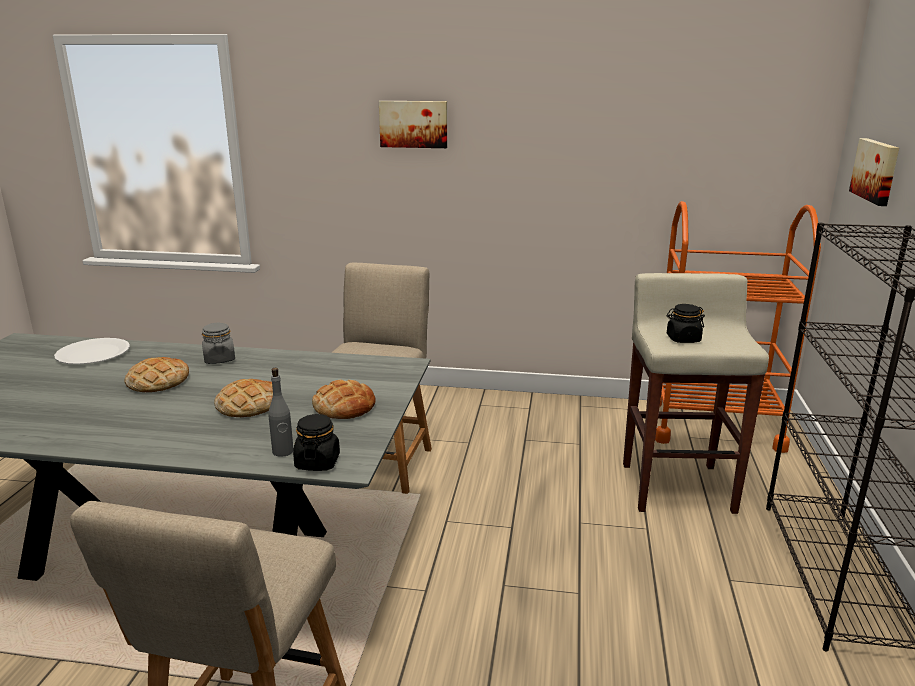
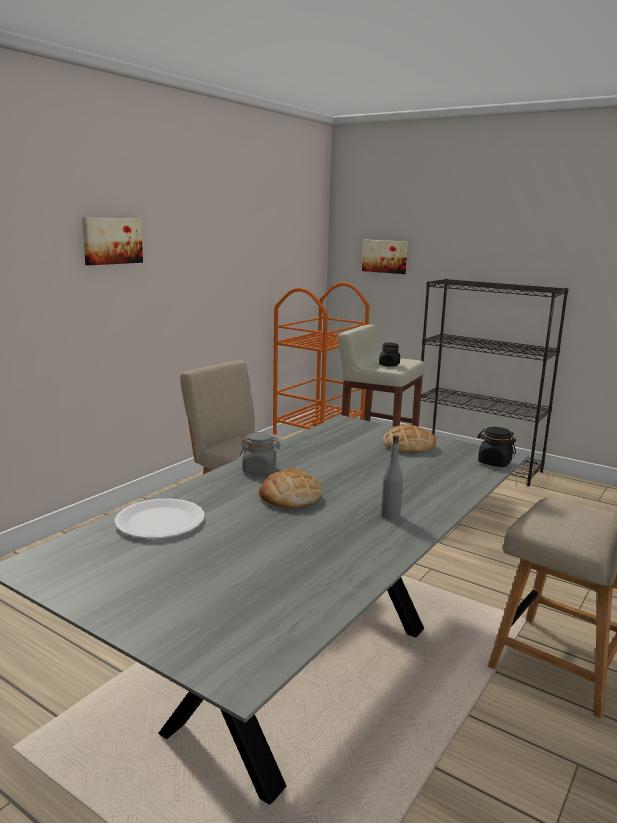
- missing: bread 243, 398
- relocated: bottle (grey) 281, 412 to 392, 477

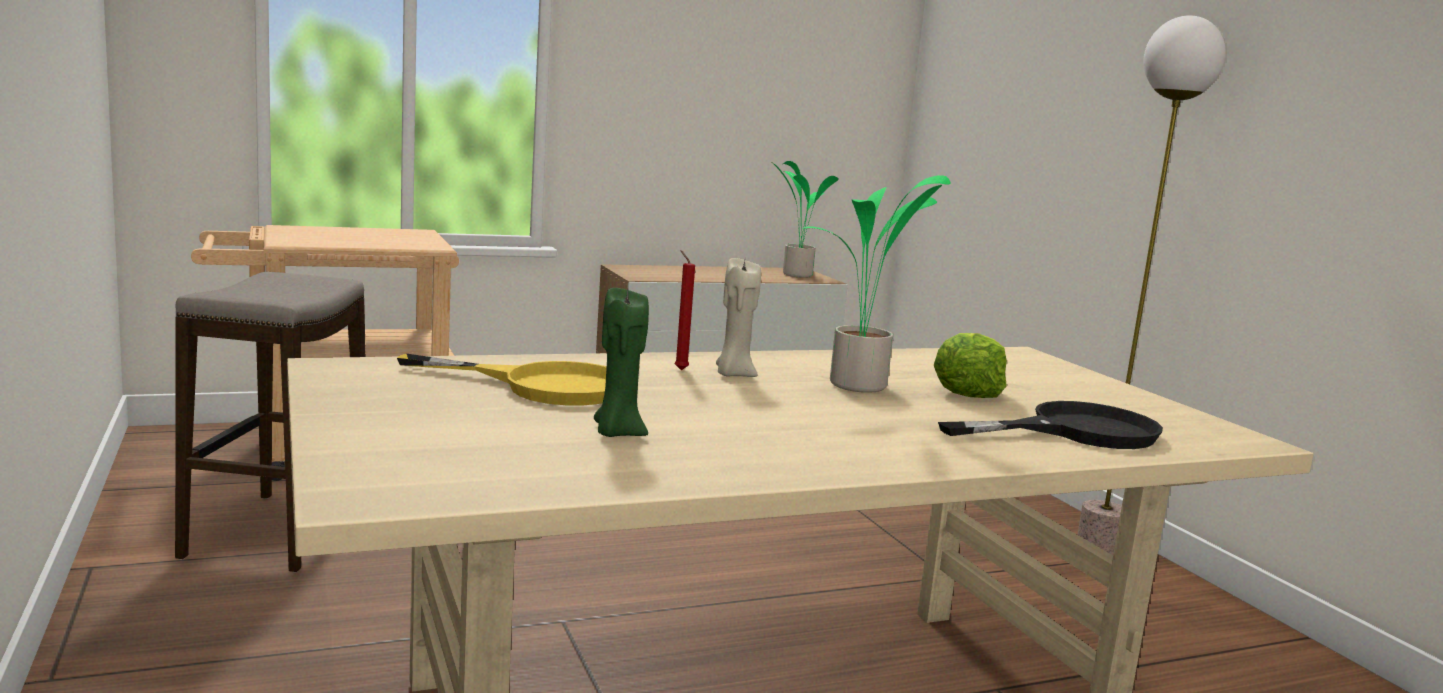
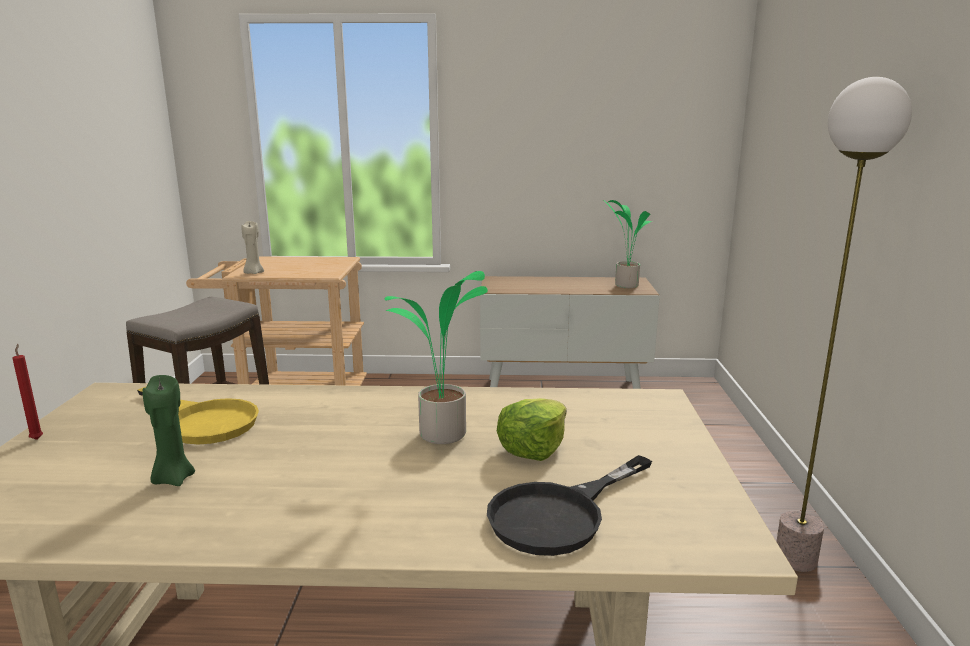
- relocated: candle (red) 685, 310 to 27, 392
- relocated: candle (beige) 738, 317 to 252, 247
- spun: frying pan (black) 1050, 425 = 569, 505 135 degrees clockwise

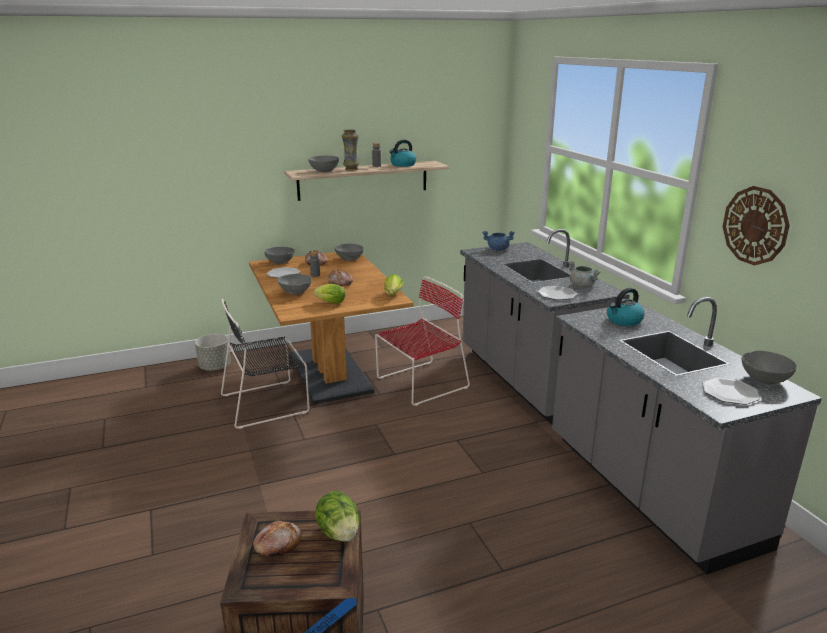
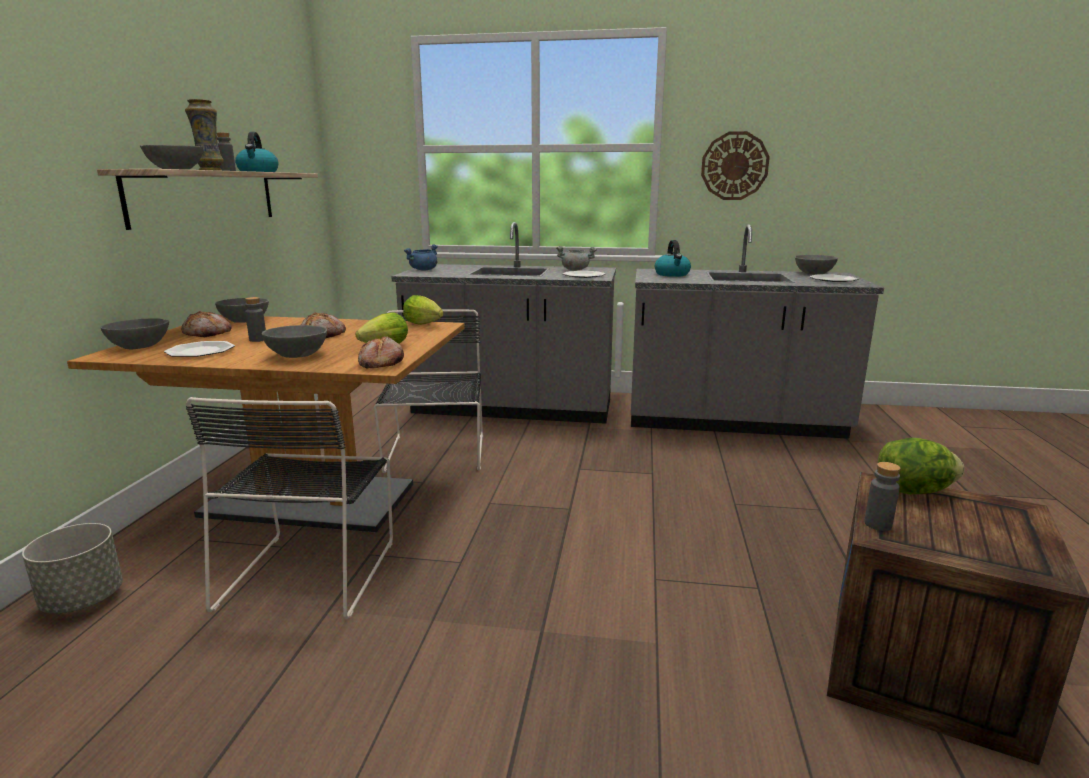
- relocated: bread 277, 539 to 381, 352
- colour: chair (red) 422, 341 to chair (black) 428, 391
- appeared: bottle (grey) 882, 496

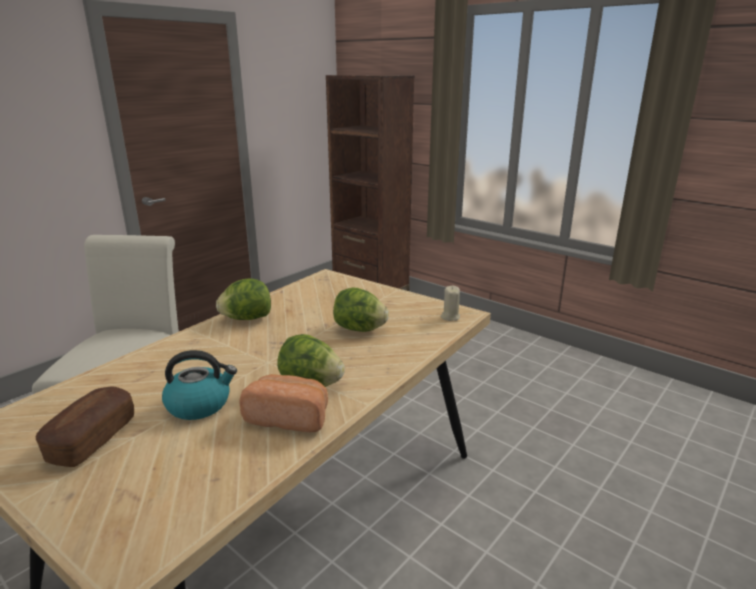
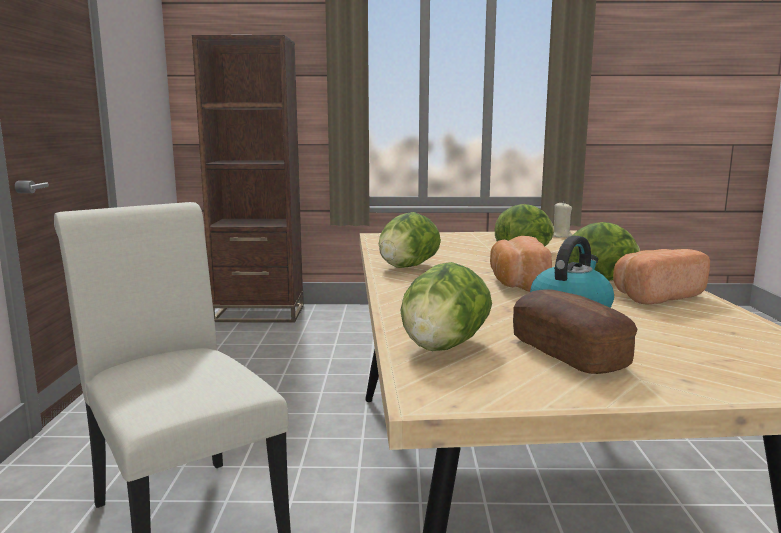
- appeared: lettuce 446, 306
- appeared: bread 521, 264

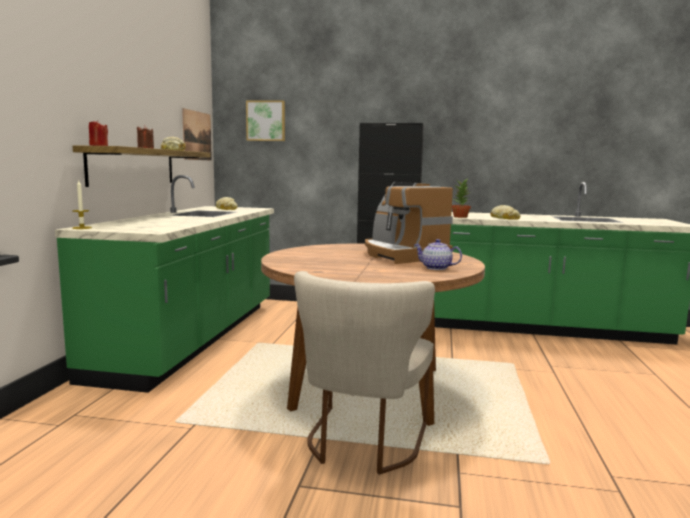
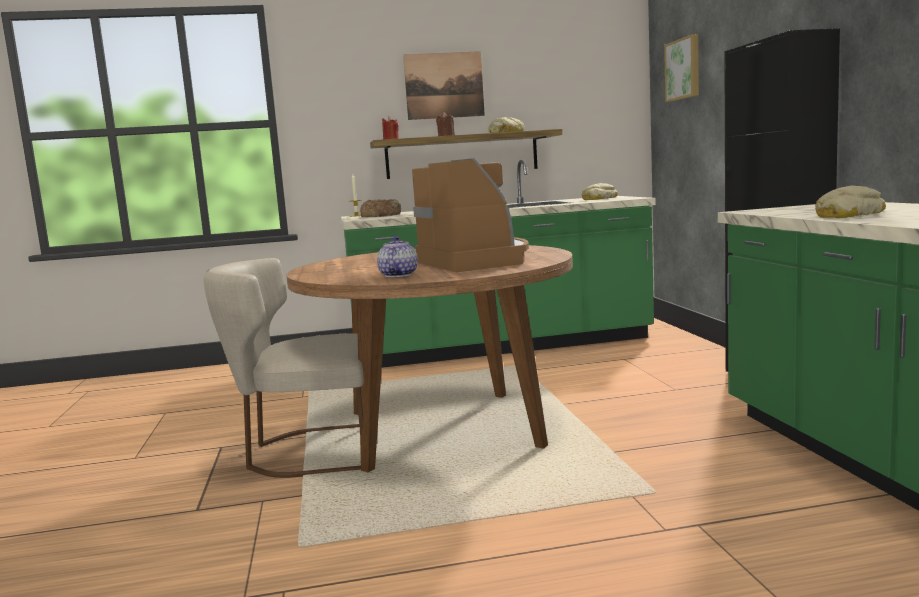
- relocated: picture 197, 134 to 444, 85
- spun: coffee machine 409, 223 = 470, 215 120 degrees clockwise
- missing: potted plant 461, 198
- appeared: bread 380, 208

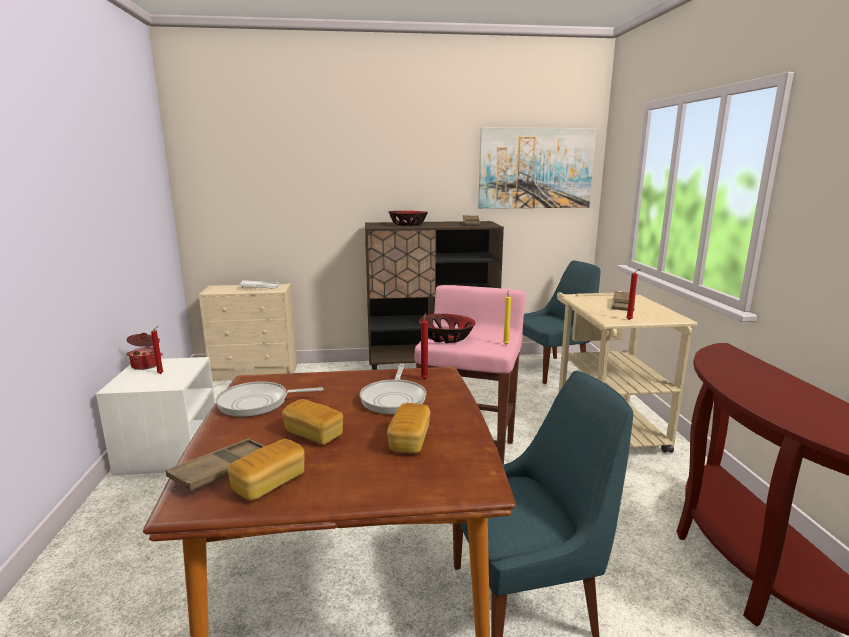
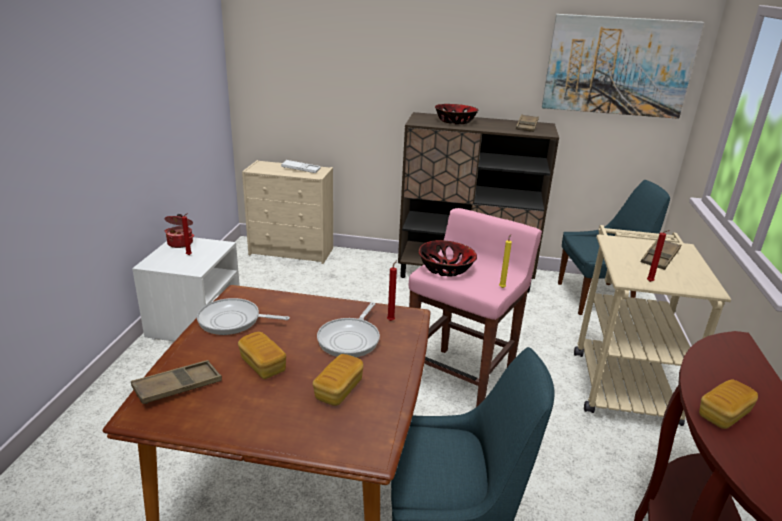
- relocated: bread 266, 469 to 728, 404

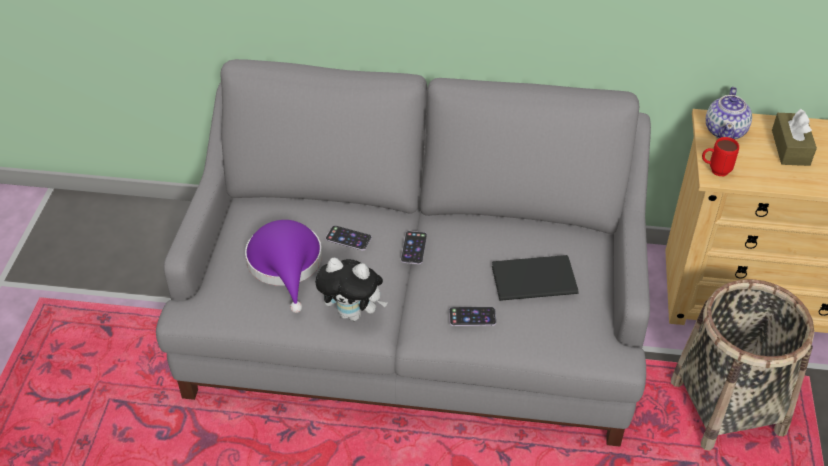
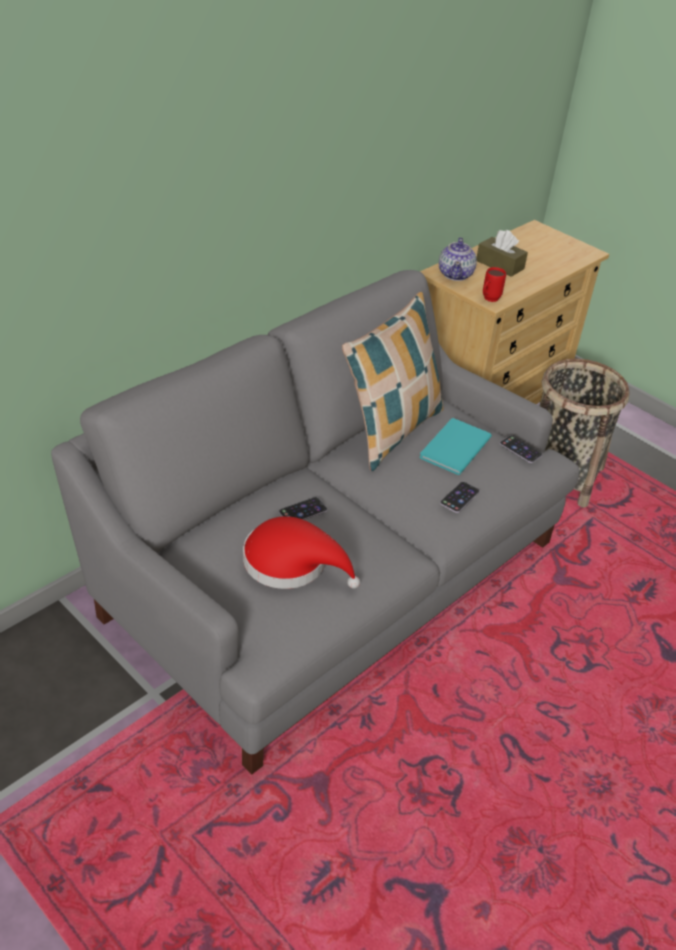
- colour: hat (purple) 283, 266 to hat (red) 301, 552
- missing: plush toy 351, 289
- relocated: phone 414, 247 to 521, 449
- colour: book (black) 535, 278 to book (turquoise) 455, 446
- spun: teapot 729, 113 = 458, 259 45 degrees clockwise
- appeared: pillow 392, 381

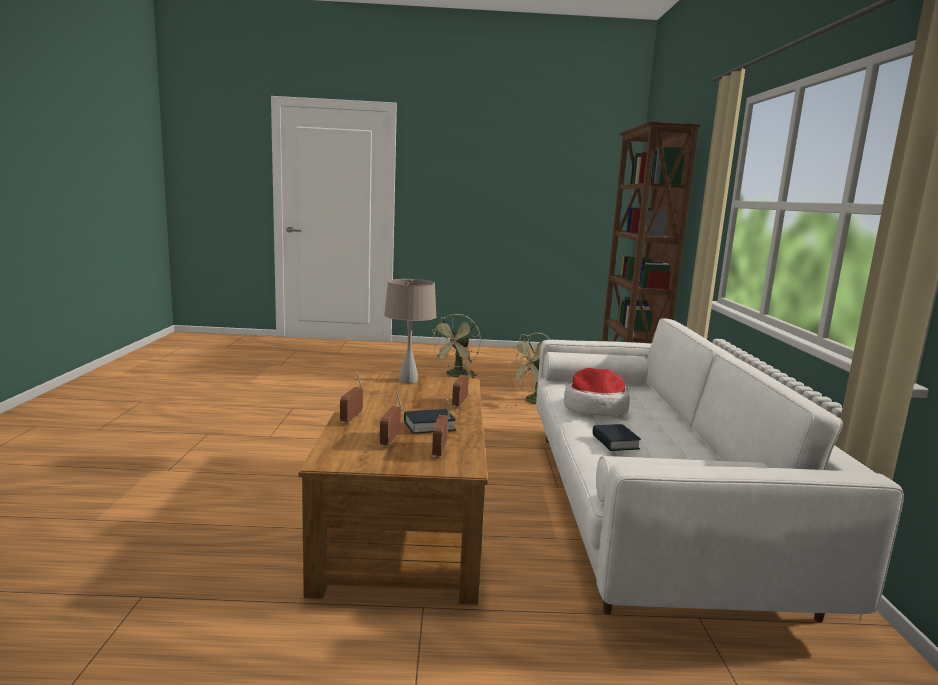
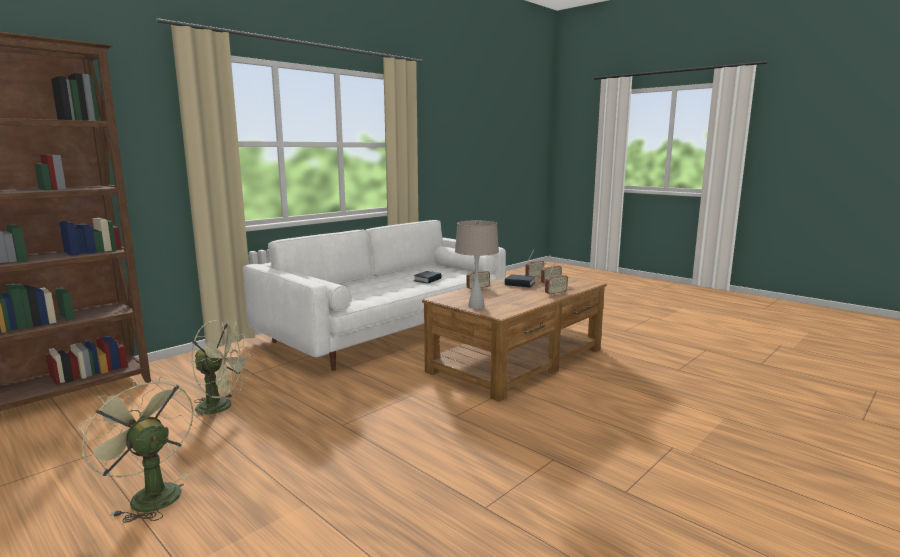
- spun: fan (green) 455, 346 = 136, 449 120 degrees counterclockwise
- missing: hat 597, 392

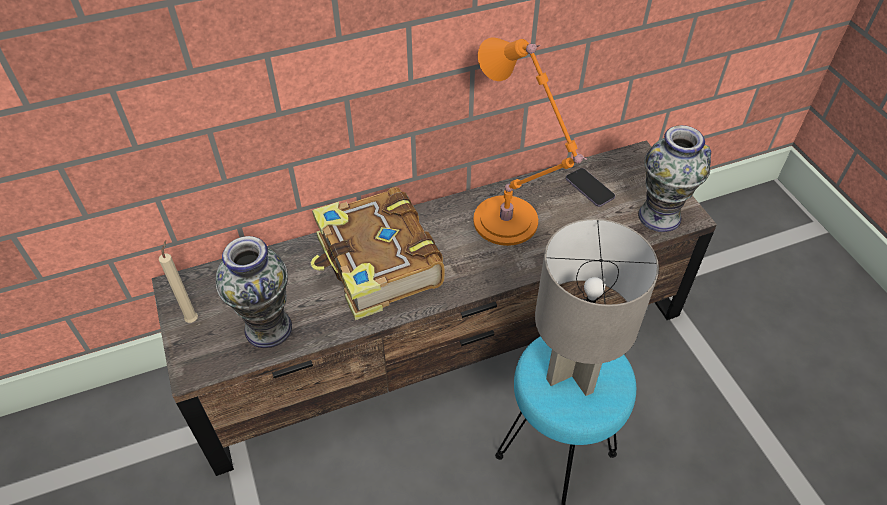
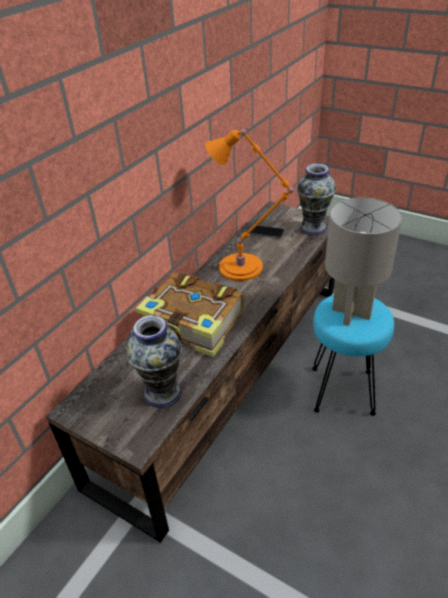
- missing: candle (beige) 178, 281

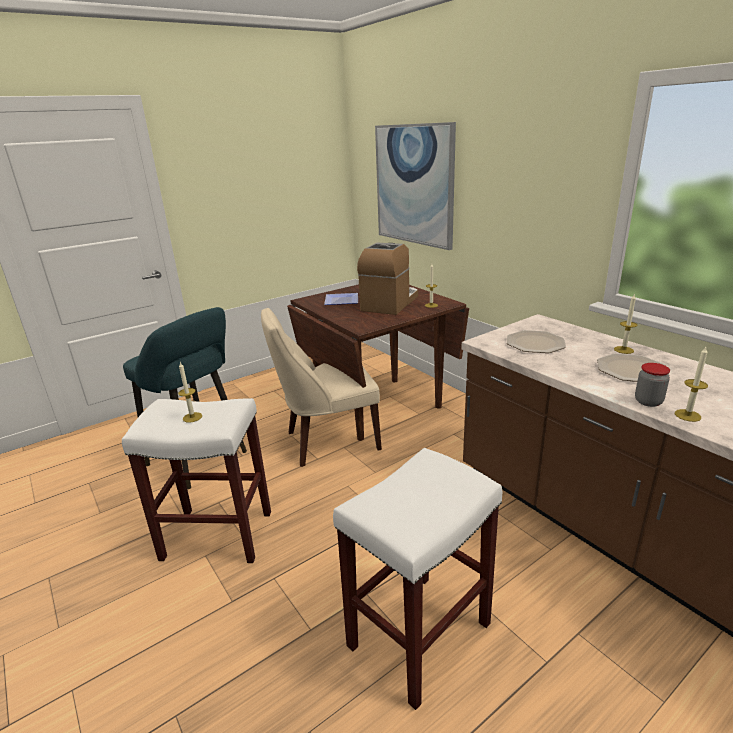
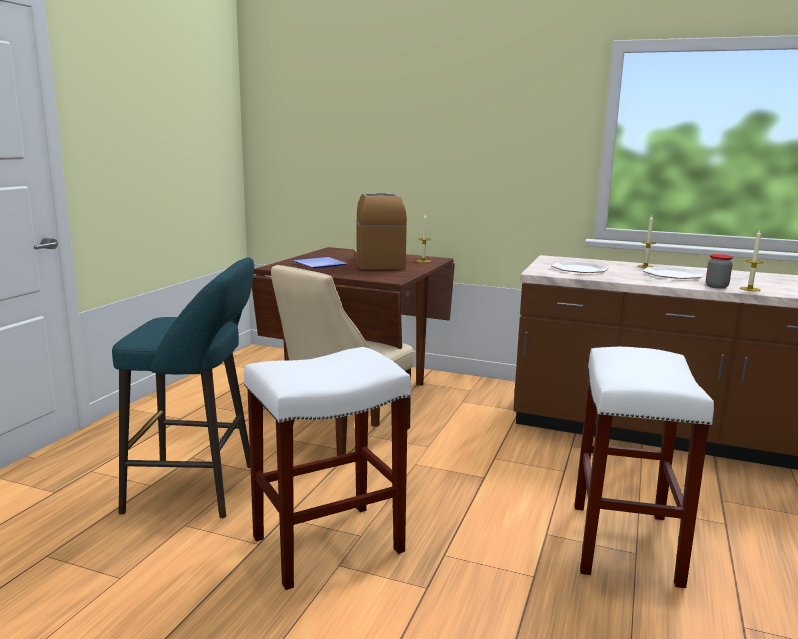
- missing: candle 190, 392
- missing: picture 415, 186

